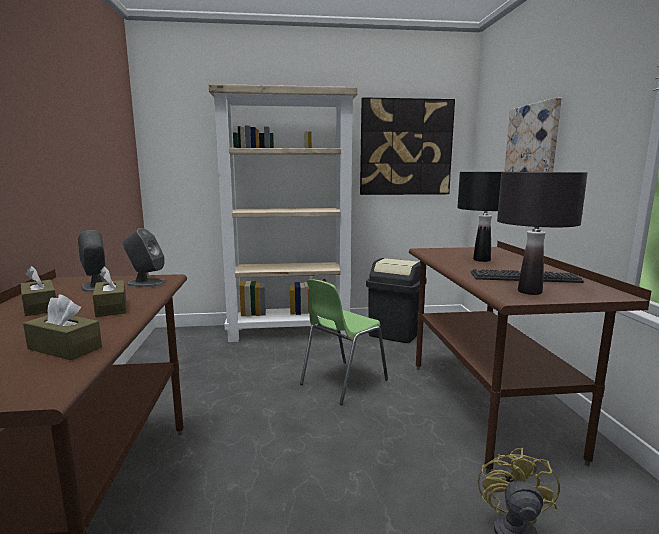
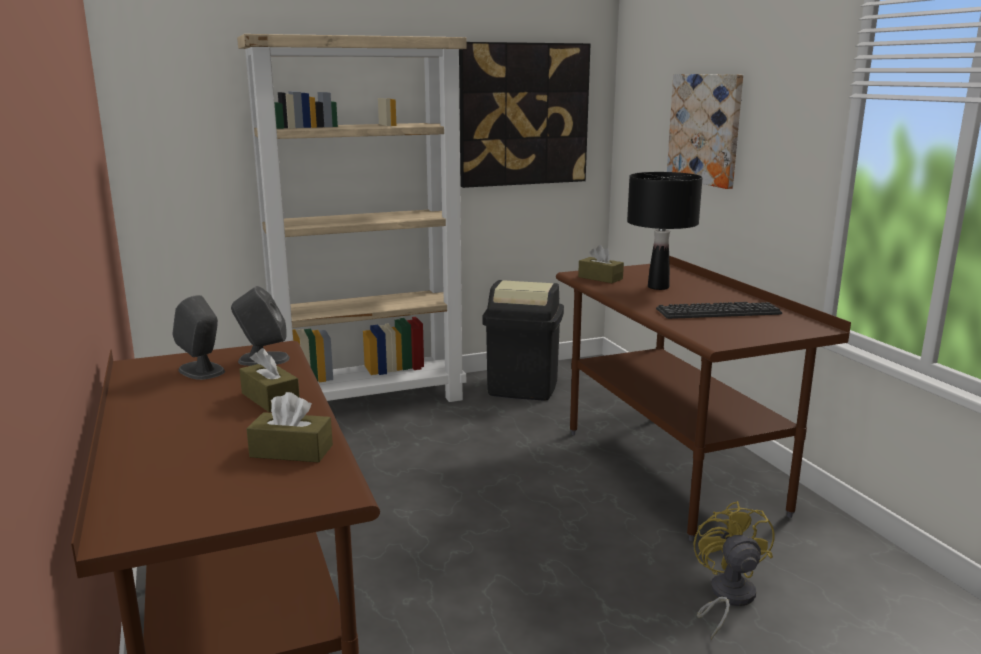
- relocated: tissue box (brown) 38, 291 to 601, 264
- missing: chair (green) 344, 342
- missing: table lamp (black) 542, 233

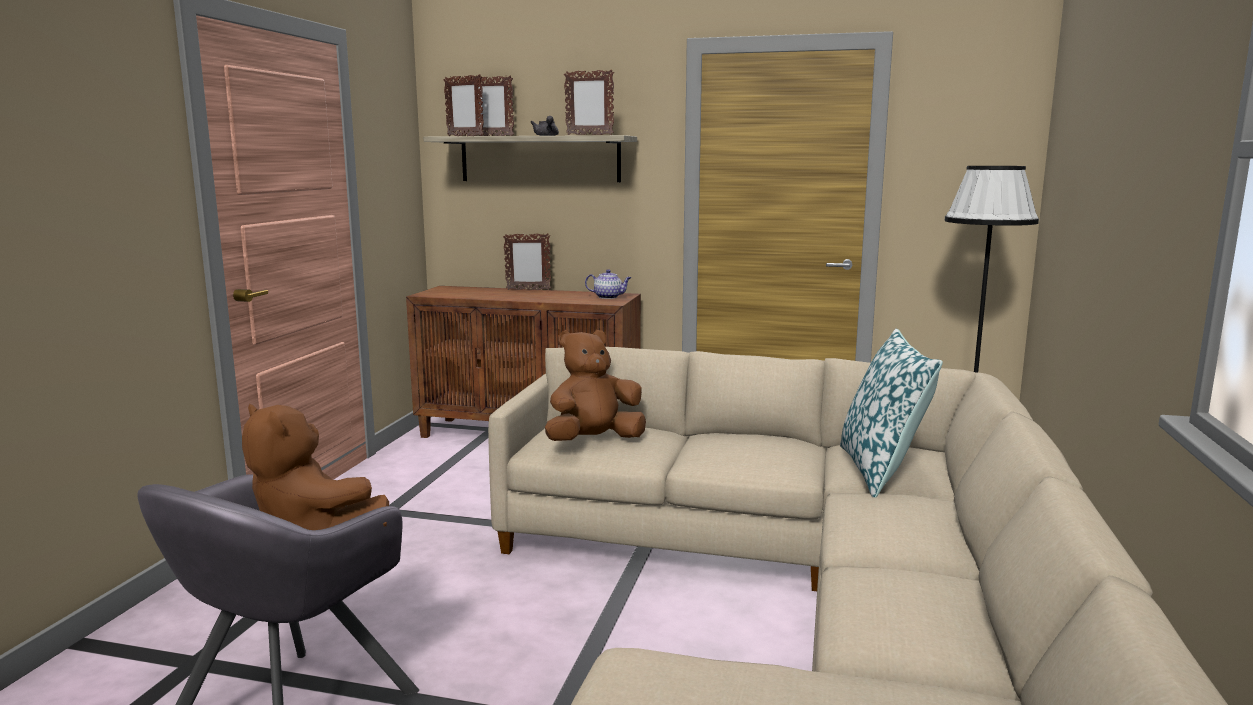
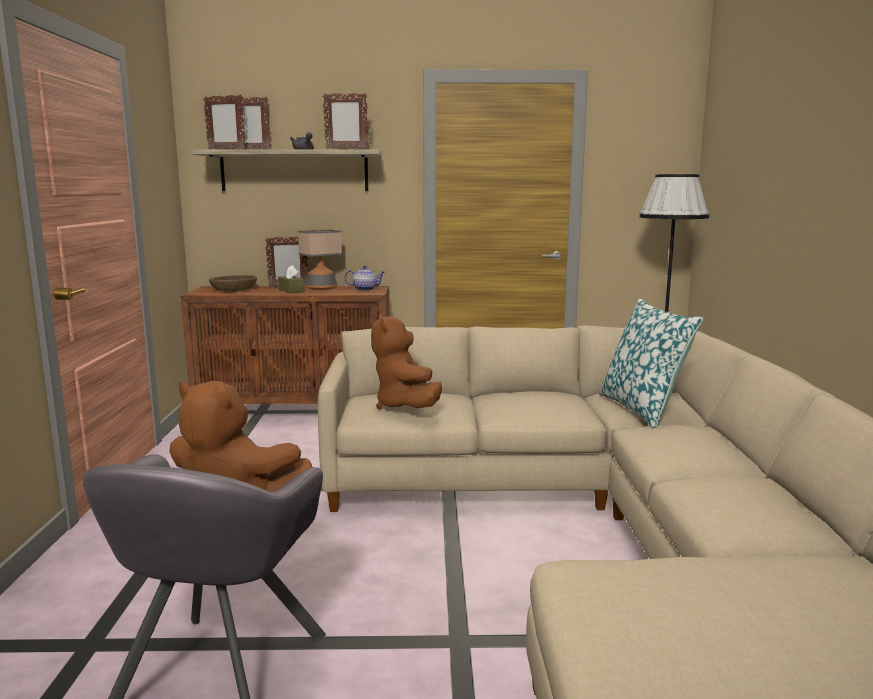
- spun: plush toy (brown) 595, 385 = 406, 361 60 degrees counterclockwise
- appeared: bowl (brown) 233, 283
- appeared: tissue box (brown) 291, 279
- appeared: table lamp 320, 259

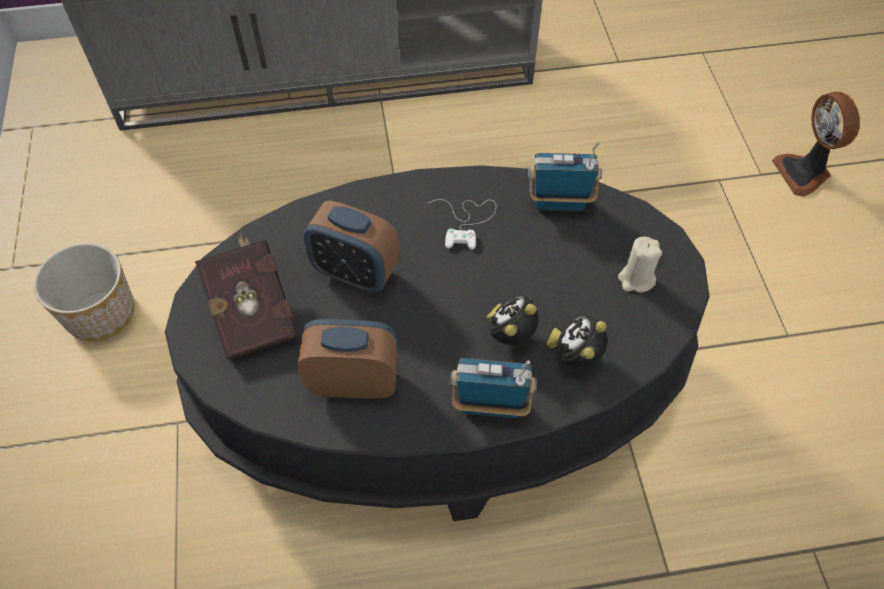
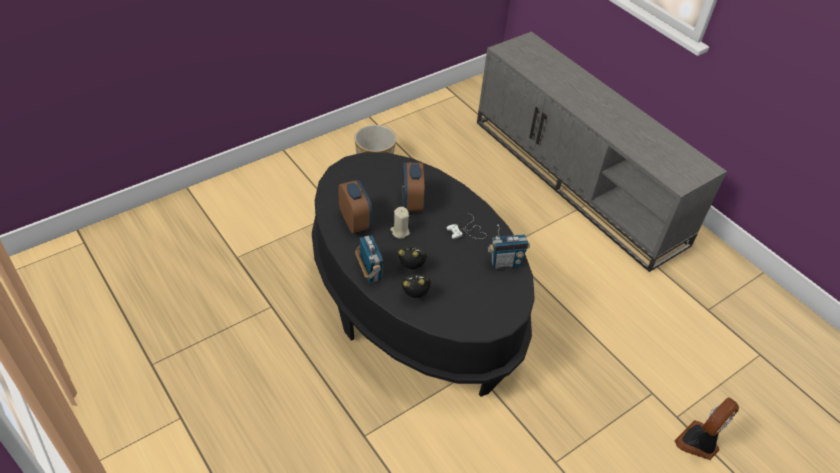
- missing: book (red) 246, 296
- spun: radio 565, 176 = 509, 246 105 degrees clockwise
- relocated: candle (beige) 640, 265 to 400, 223

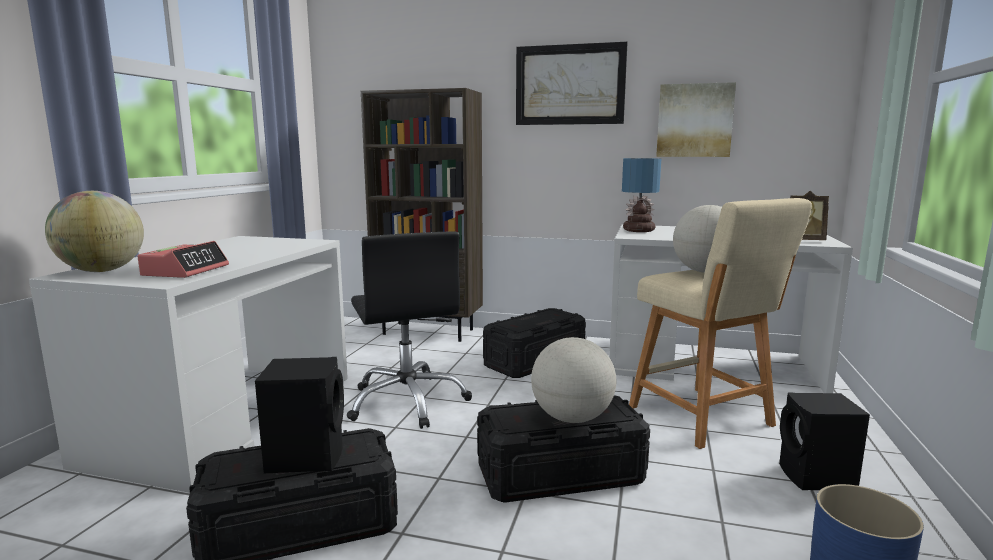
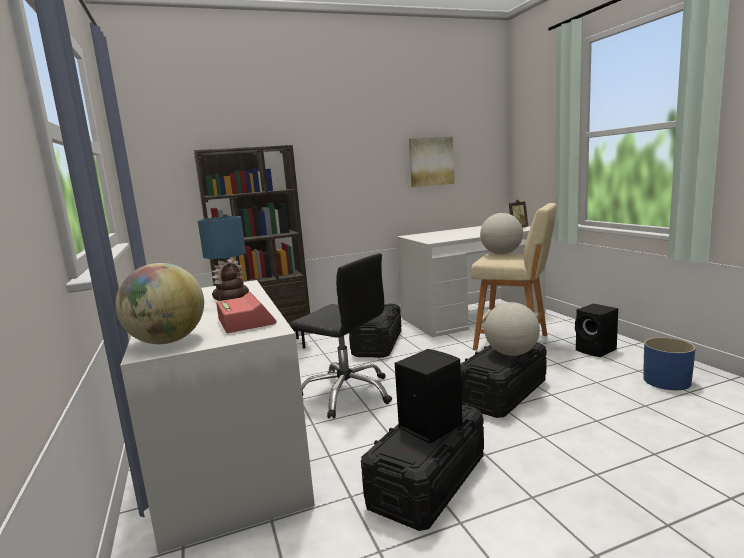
- missing: picture 572, 83
- relocated: table lamp 641, 195 to 223, 258

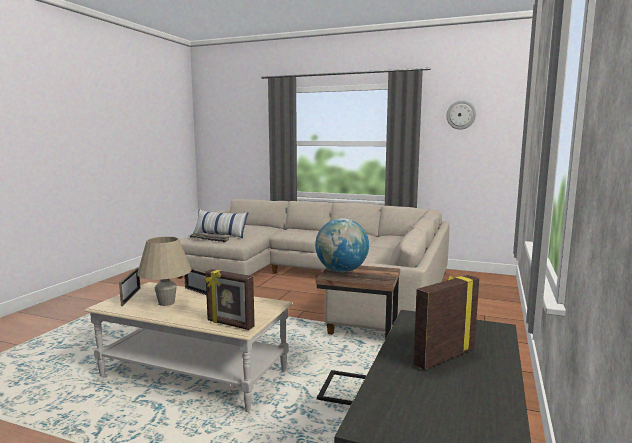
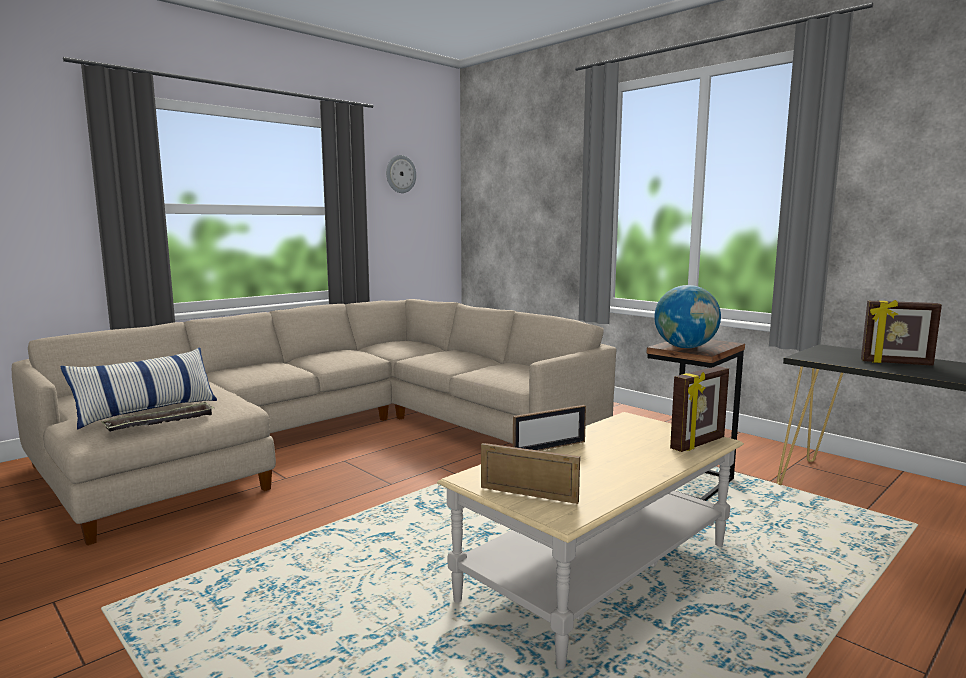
- missing: table lamp (beige) 164, 271
- spun: picture frame 446, 322 = 901, 333 60 degrees counterclockwise

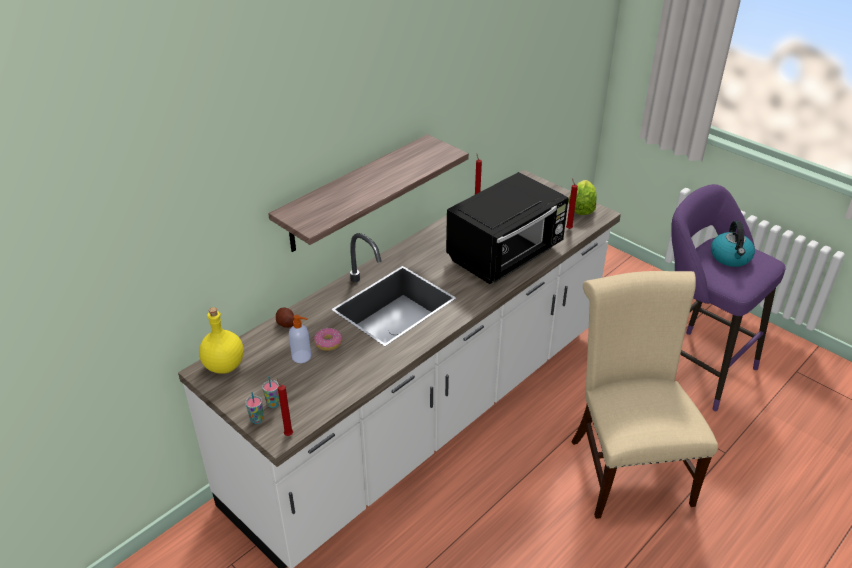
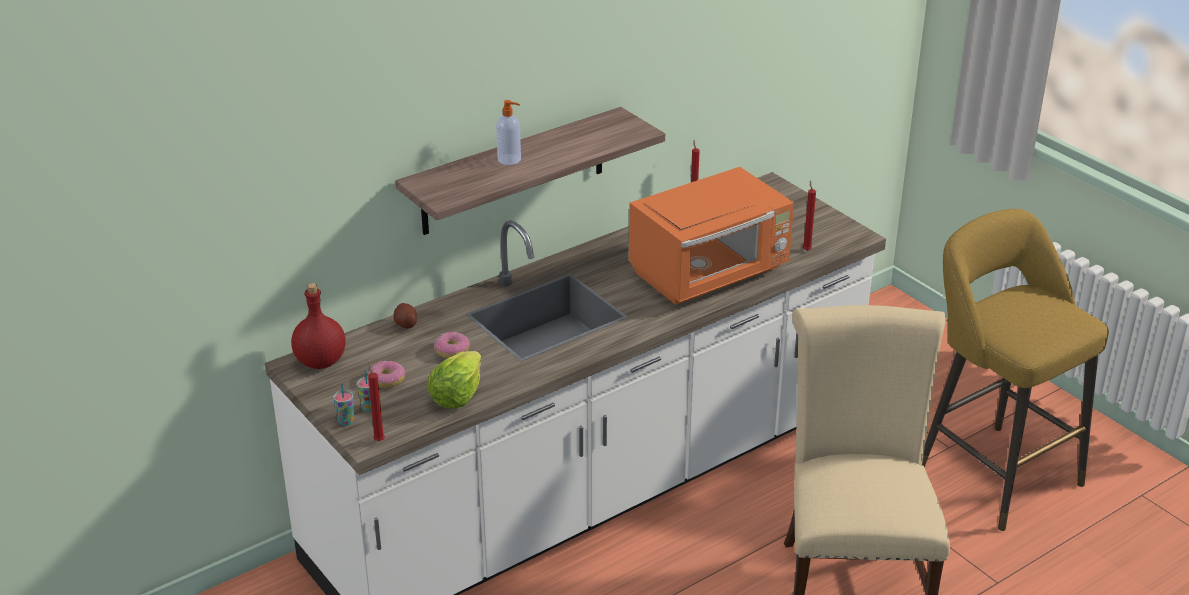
- colour: bottle (yellow) 221, 340 to bottle (red) 318, 326
- relocated: soap dispenser 300, 339 to 508, 132
- colour: microwave (black) 507, 228 to microwave (orange) 711, 236
- relocated: lettuce 582, 197 to 454, 380
- colour: stool (purple) 728, 297 to stool (yellow) 1015, 370
- missing: kettle 733, 244
- appeared: donut 386, 374

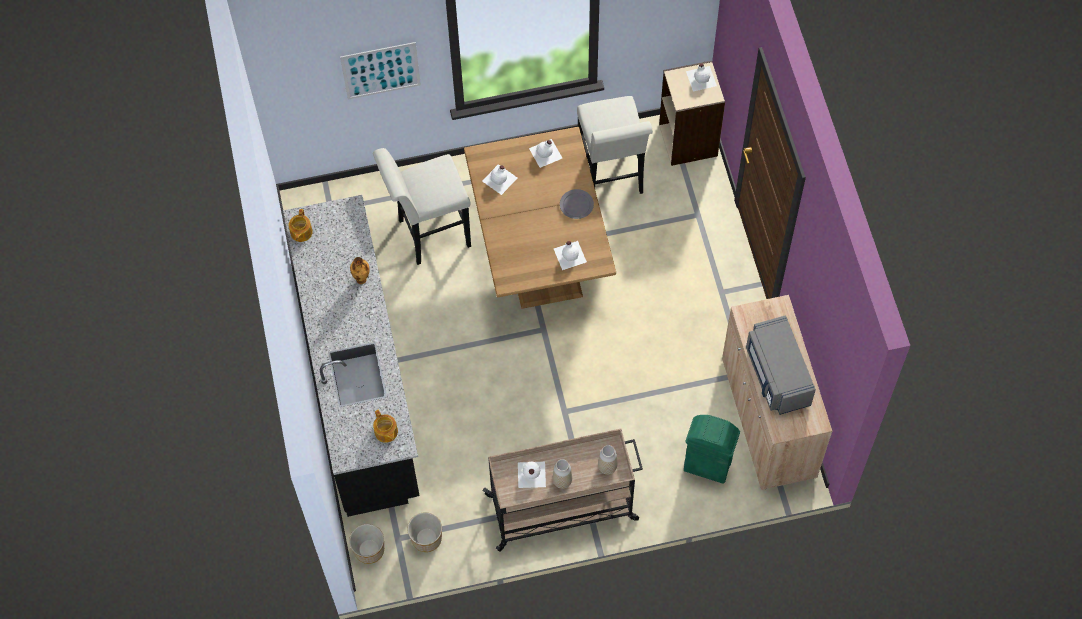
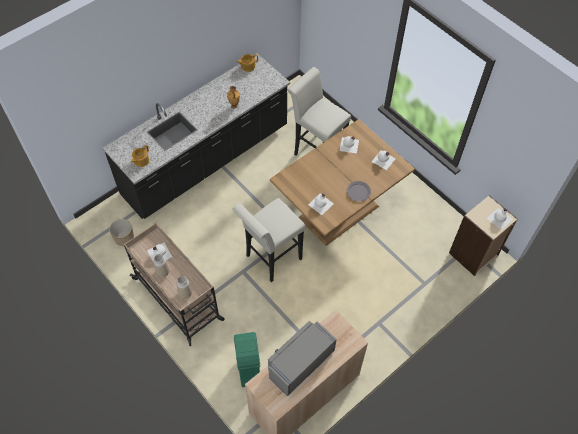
- missing: picture 380, 71
- missing: planter 366, 544
- relocated: stool (white) 615, 145 to 269, 240

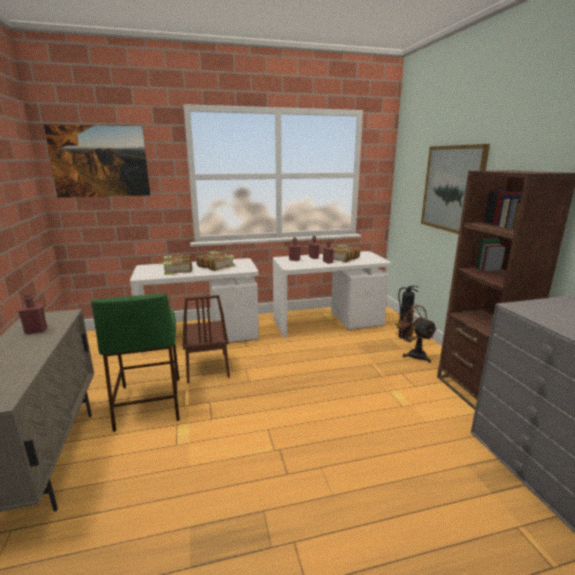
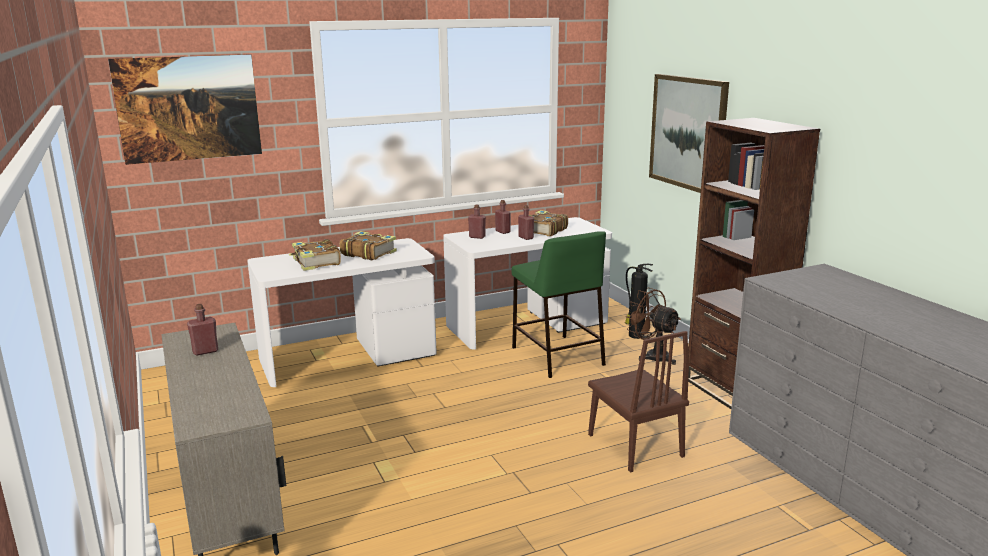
- relocated: stool (green) 135, 363 to 559, 304
- relocated: chair (brown) 206, 339 to 638, 402

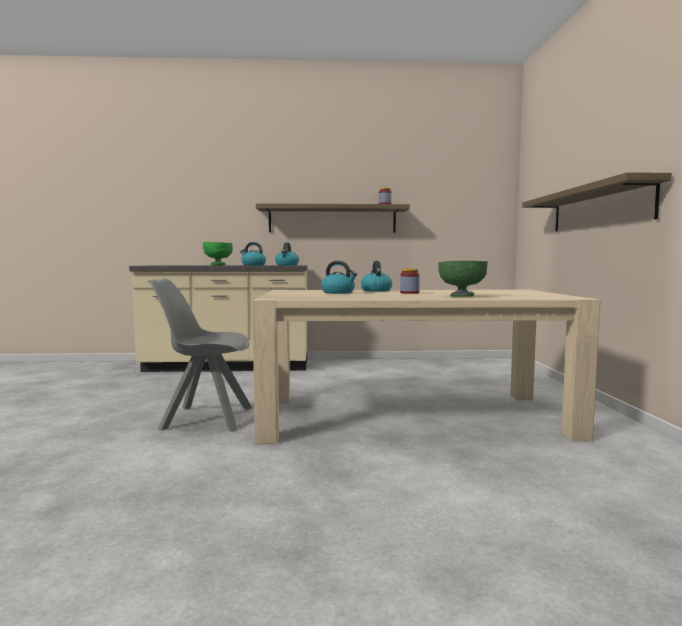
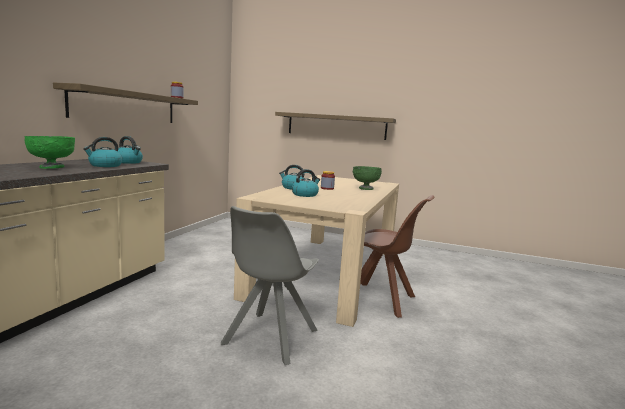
- appeared: chair (brown) 397, 256

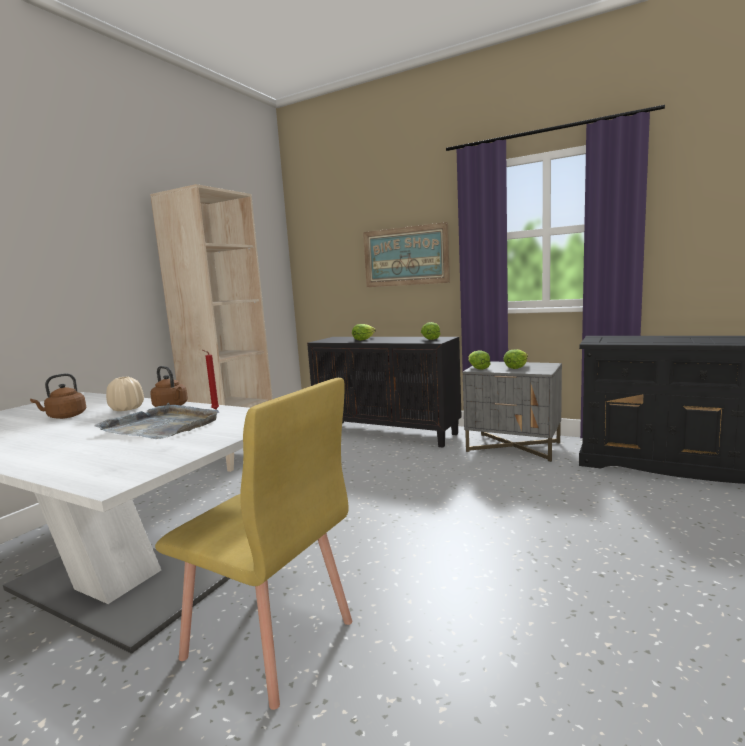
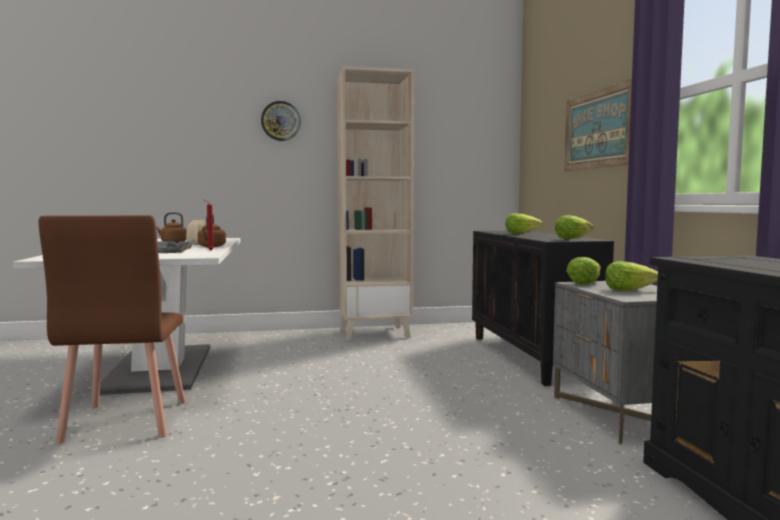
- colour: chair (yellow) 253, 544 to chair (brown) 112, 329
- appeared: wall clock 281, 121

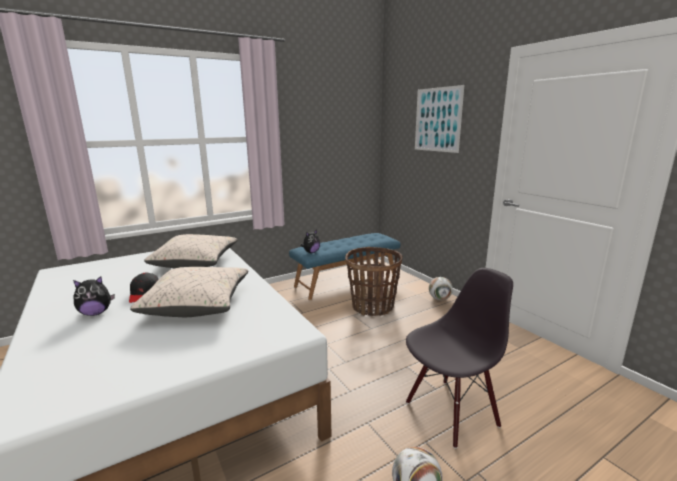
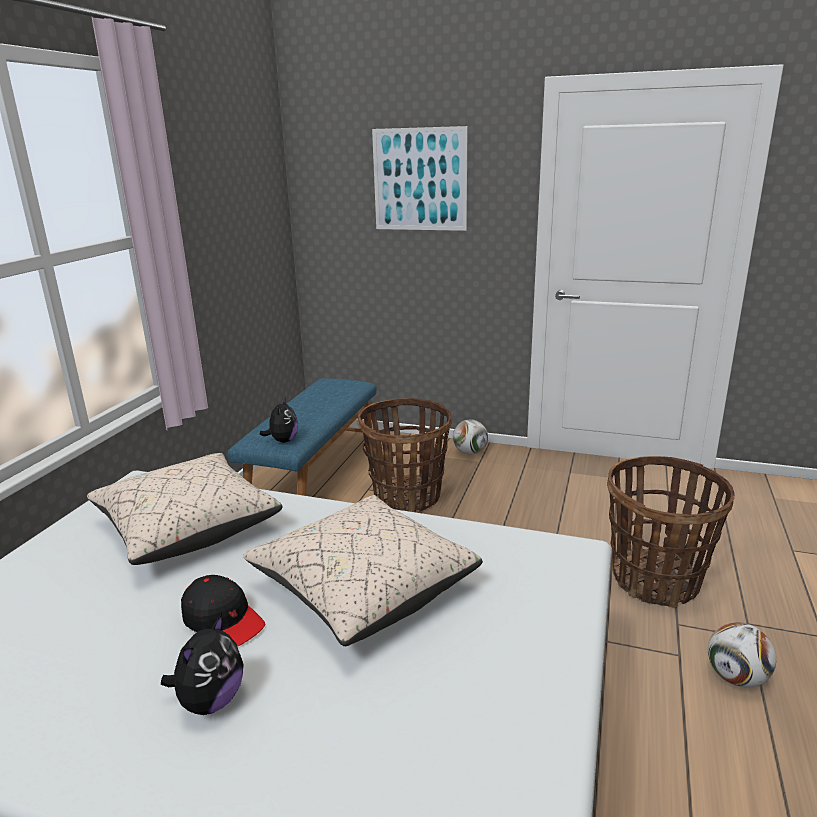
- exchanged: chair (black) 459, 358 to basket 671, 531

